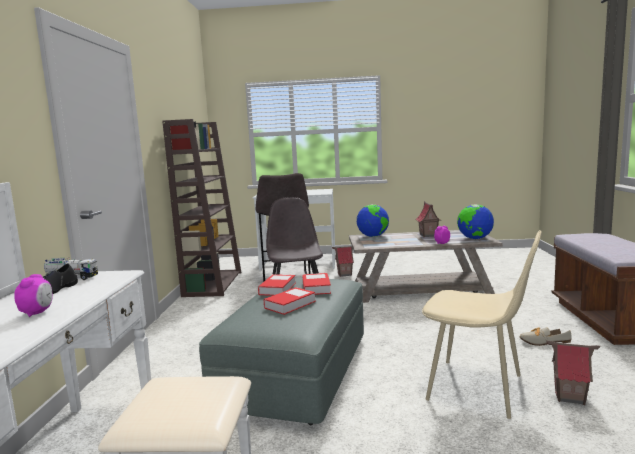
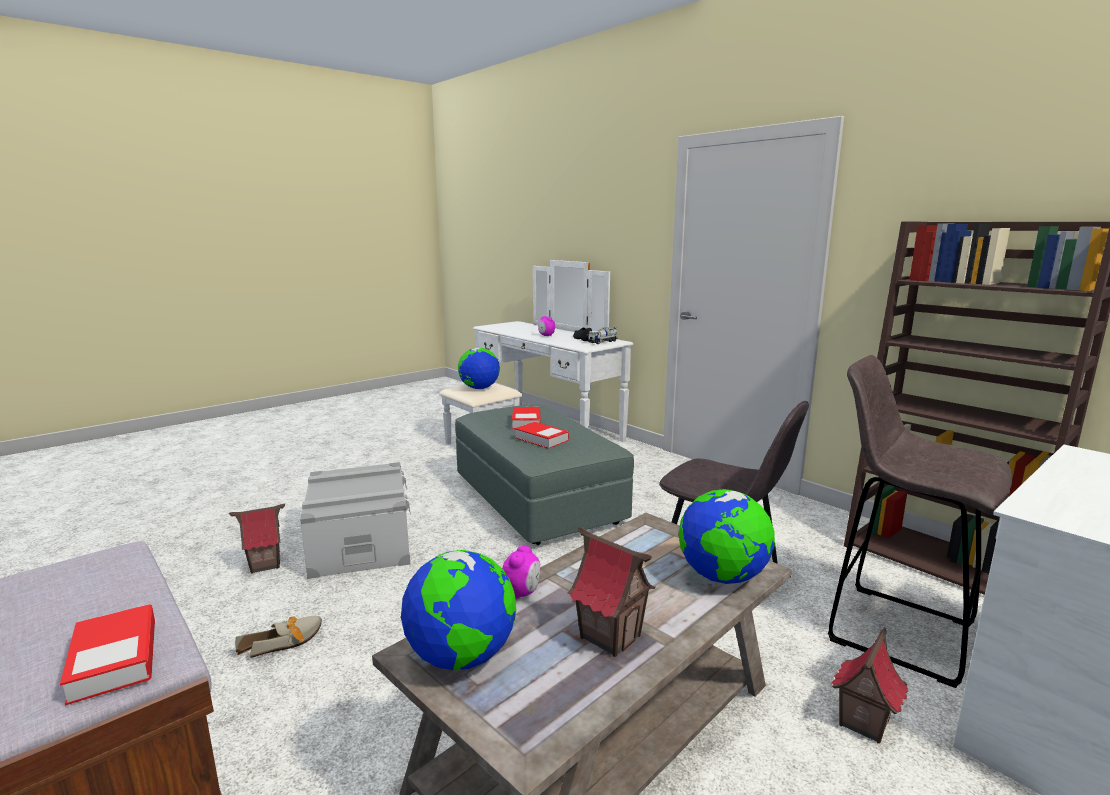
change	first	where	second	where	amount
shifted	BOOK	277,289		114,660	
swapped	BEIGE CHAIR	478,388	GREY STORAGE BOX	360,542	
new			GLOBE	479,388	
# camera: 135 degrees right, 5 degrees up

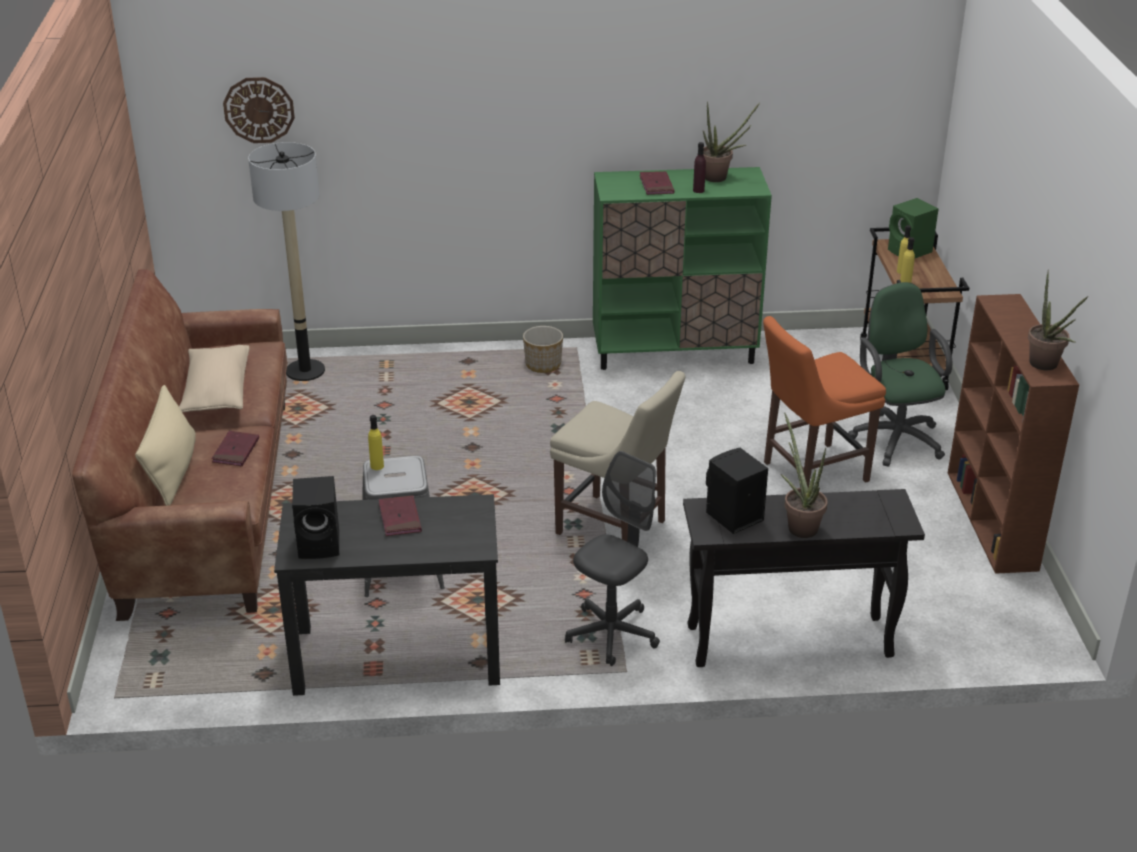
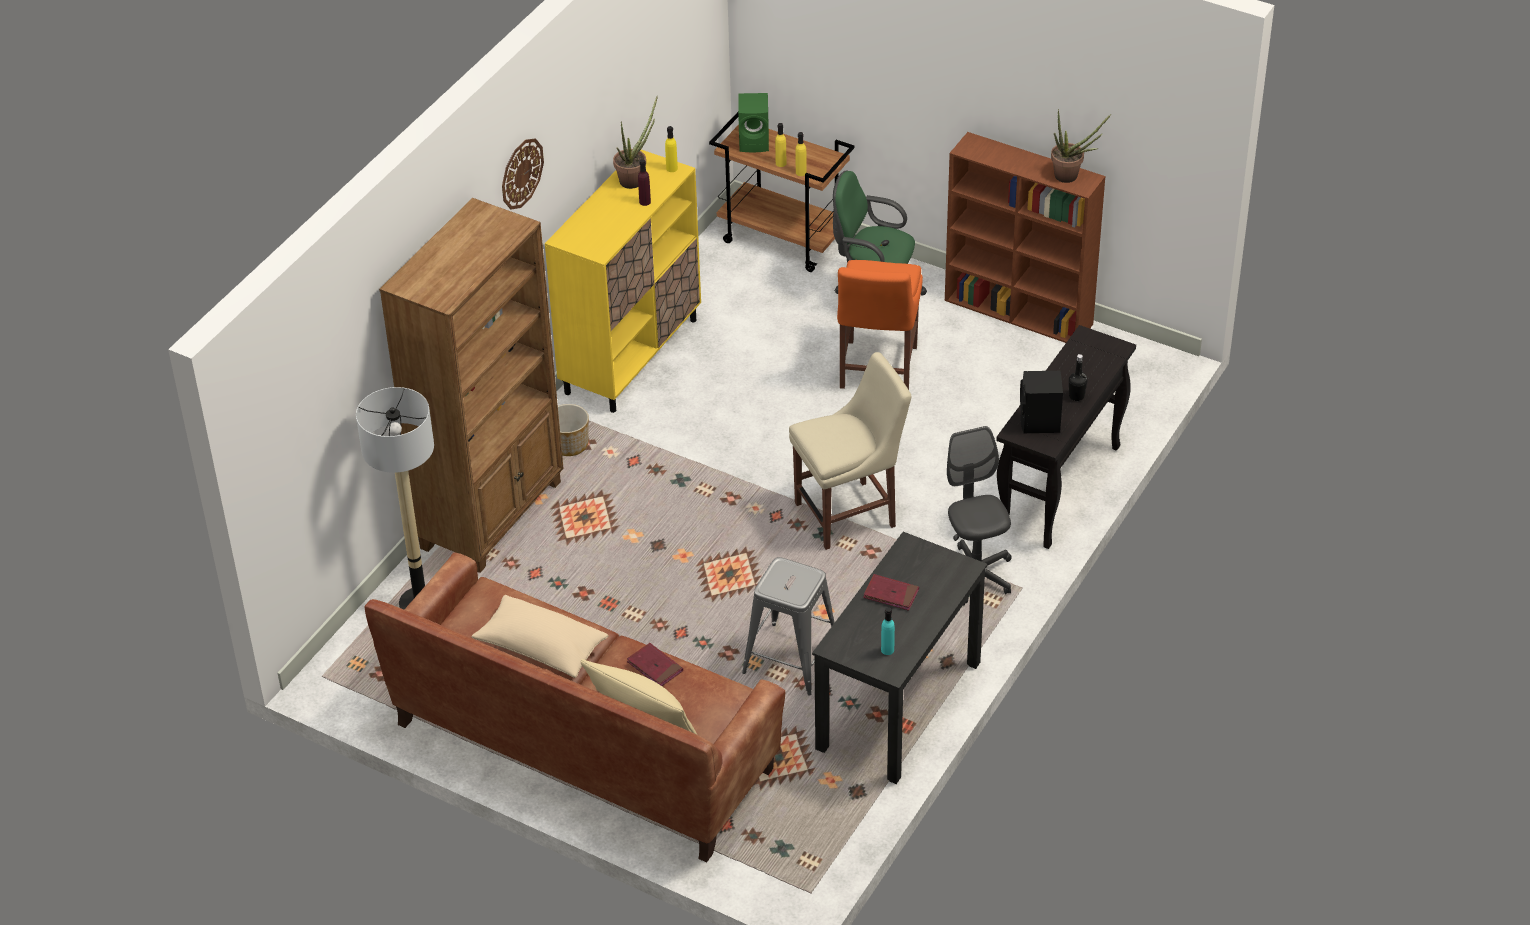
change	first	where	second	where	amount
shifted	WALL CLOCK	259,110		521,173	
swapped	BLACK SPEAKER	321,544	TURQUOISE BOTTLE	887,650	
shifted	YELLOW BOTTLE	377,466		672,168	
repainted	GREEN CABINET	675,352	YELLOW CABINET	631,355	
gone	RED BOOK	656,185			
swapped	POTTED PLANT	799,525	BLACK BOTTLE	1076,396	
new			BROWN BOOKCASE	493,515	
# camera: 55 degrees left, 10 degrees up

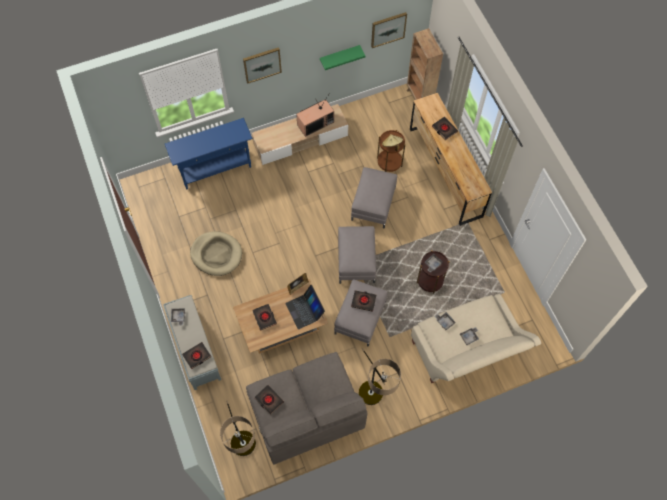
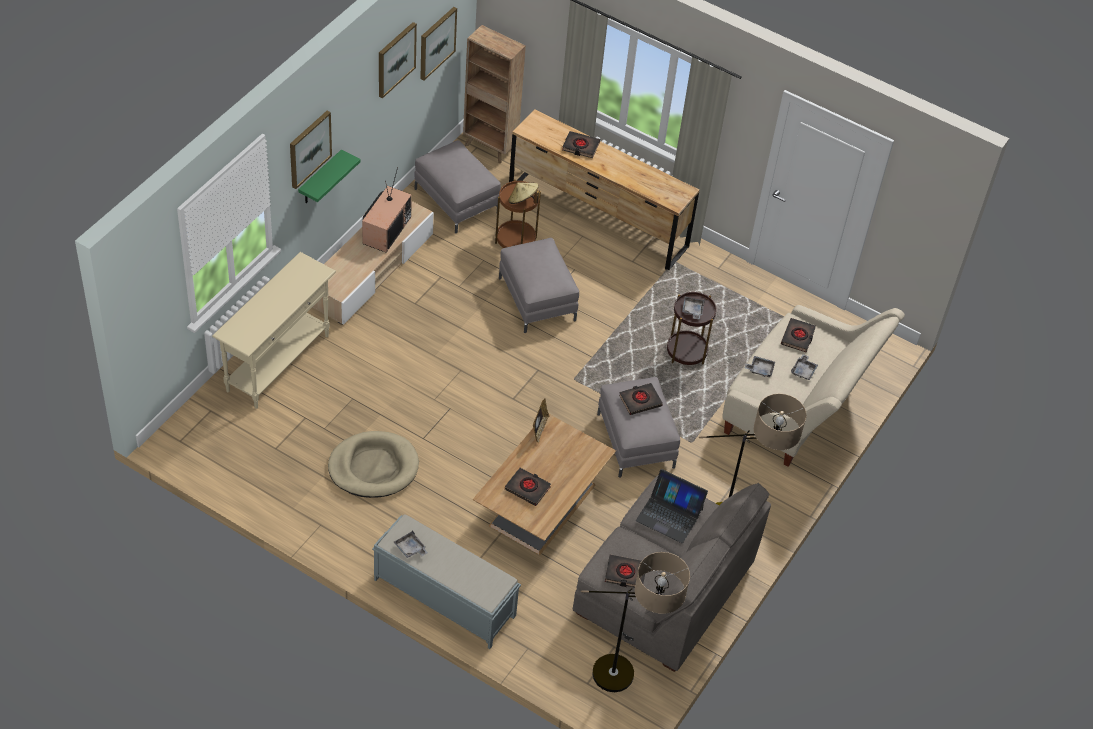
change	first	where	second	where	amount
repainted	BLUE CONSOLE TABLE	215,169	BEIGE CONSOLE TABLE	278,363	
shifted	BLACK BOOK	197,356		798,337	
shifted	LAPTOP	305,310		669,514	
shifted	GREEN SHELF	339,56		320,178	
shifted	GREY OTTOMAN	356,260		456,201	
new			PICTURE	395,59	
# camera: 40 degrees left, 15 degrees down

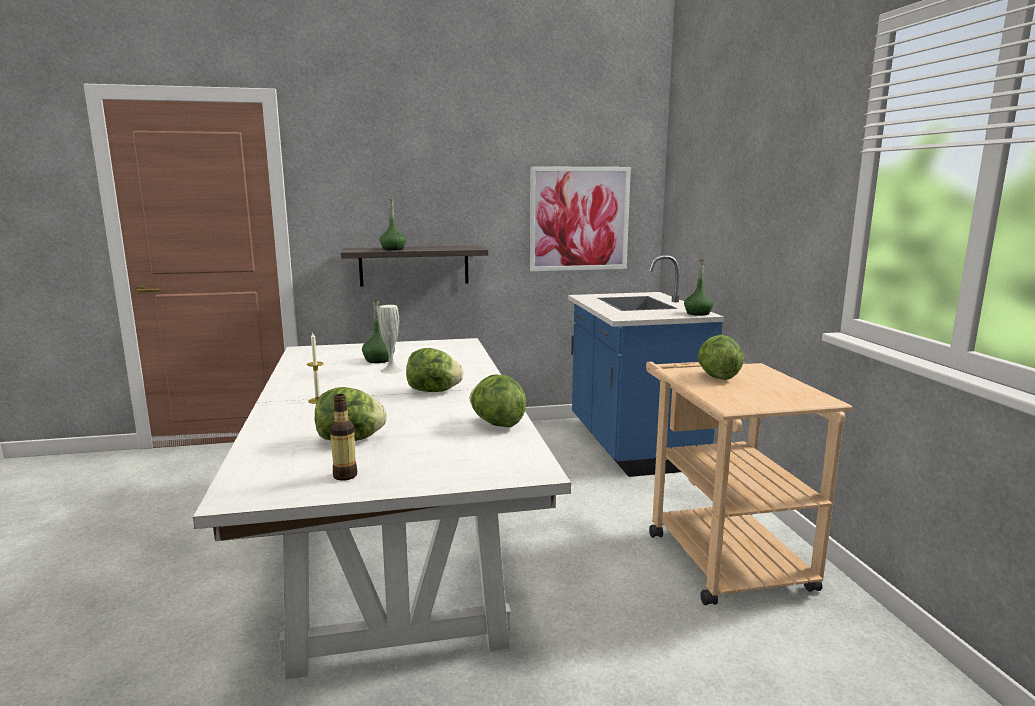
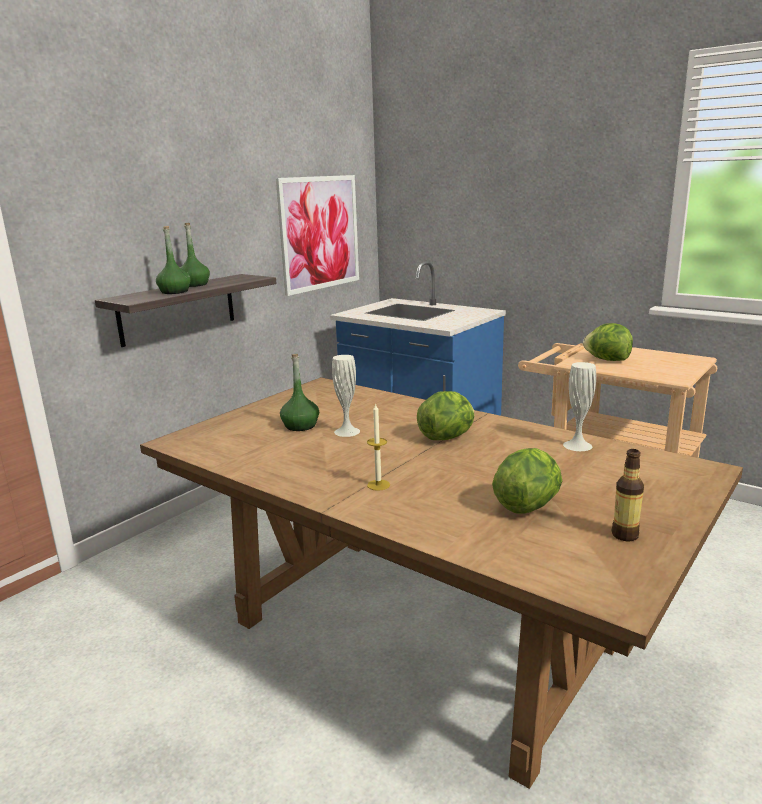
change	first	where	second	where	amount
repainted	WHITE DINING TABLE	396,563	BROWN DINING TABLE	423,634	
swapped	LETTUCE	496,424	WHITE VASE	577,445	
shifted	GREEN BOTTLE	697,313		194,285	
# camera: 40 degrees left, 5 degrees up

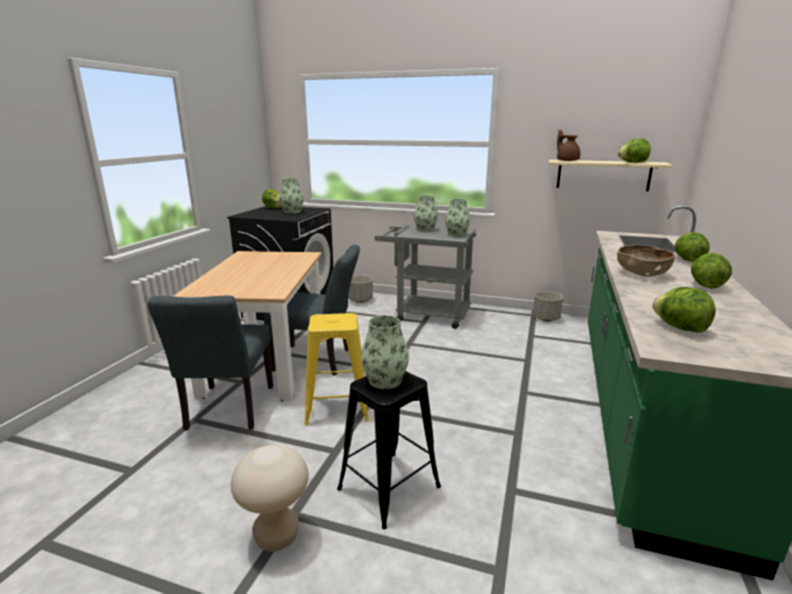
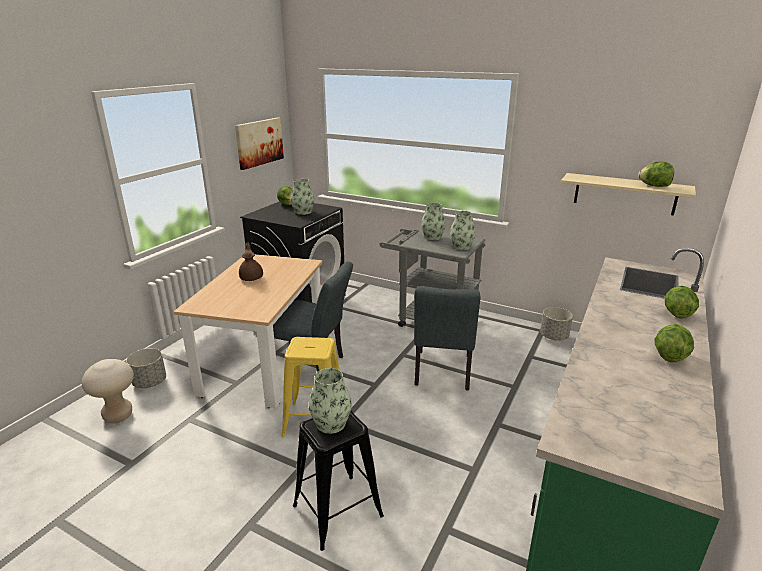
change	first	where	second	where	amount
shifted	GREY CHAIR	228,411		442,373	
shifted	BEIGE STOOL	276,536		118,416	
shifted	GREY PLANTER	360,301		149,382	
shifted	BROWN TEAPOT	567,160		252,277	
gone	BROWN BOWL	642,274			
gone	LETTUCE	679,328			
new			PICTURE	259,142	
# camera: 10 degrees right, 5 degrees up

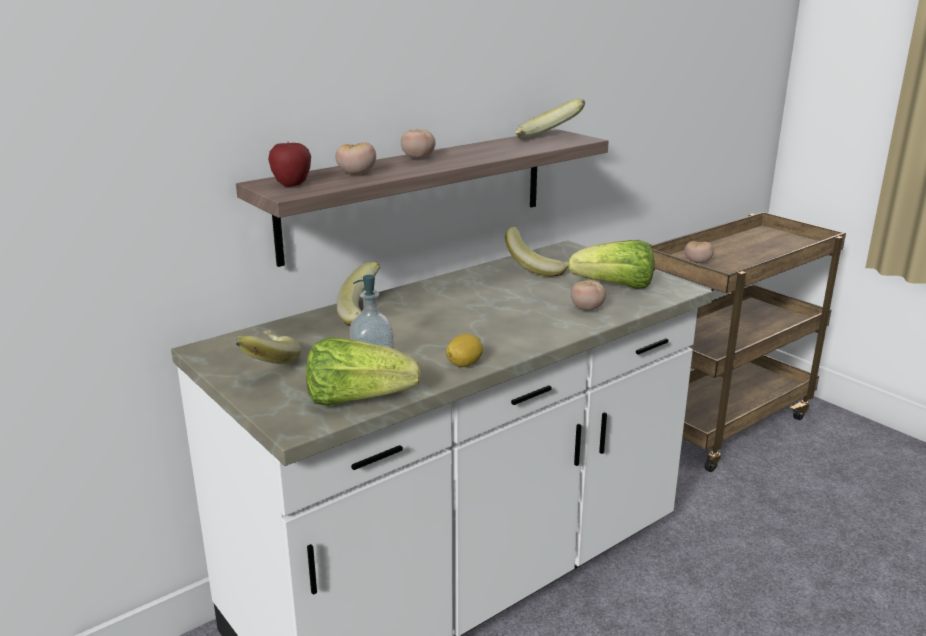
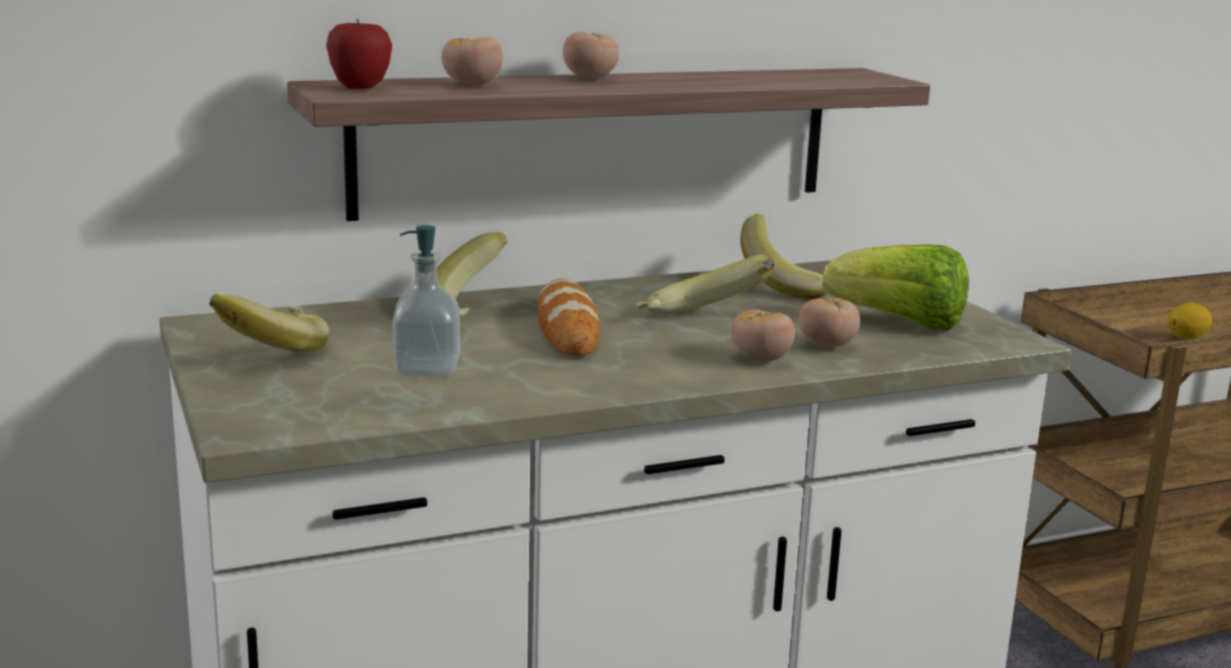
change	first	where	second	where	amount
gone	LETTUCE	357,399			
shifted	LEMON	464,364		1186,338	
shifted	BANANA	547,140		700,321	
shifted	TOMATO	697,262		761,360	
new			BREAD	567,328	
# camera: 15 degrees right, 5 degrees down

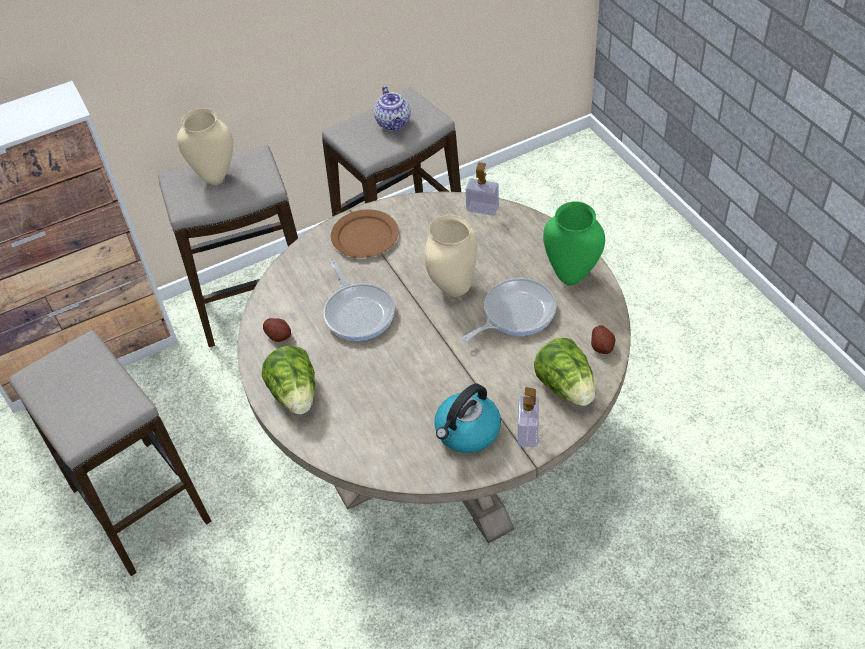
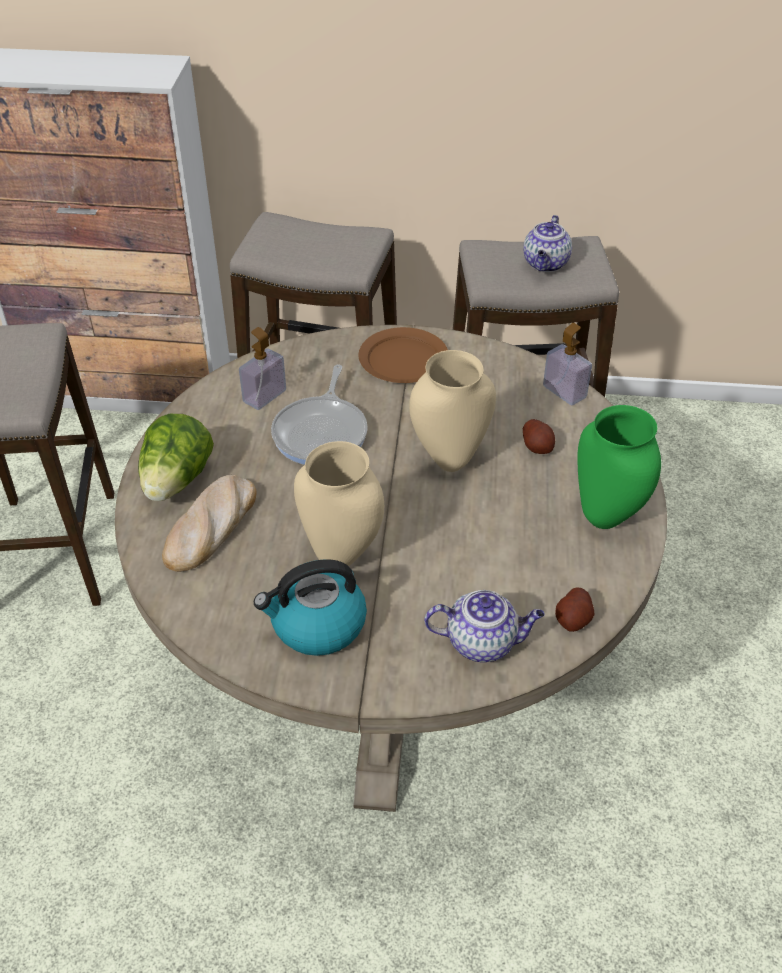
change	first	where	second	where	amount
shifted	BEIGE VASE	215,179		340,557	
shifted	POTATO	279,335		537,447	
gone	FRYING PAN	515,313			
shifted	SOAP DISPENSER	527,432		264,396	
swapped	LETTUCE	566,387	TEAPOT	483,642	
new			BREAD	210,527	
# camera: 30 degrees right, 5 degrees down

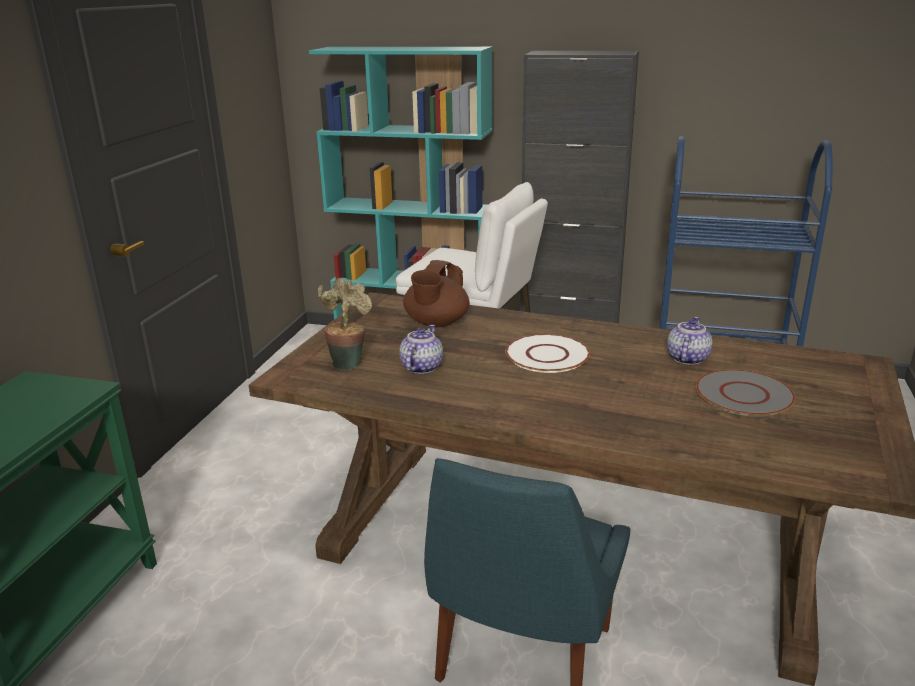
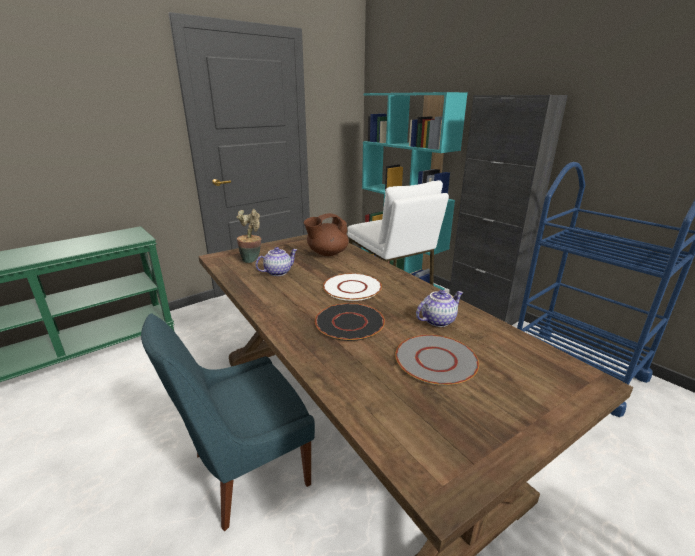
change	first	where	second	where	amount
new			BLACK PLATE	350,323	
# camera: 35 degrees right, 0 degrees up

